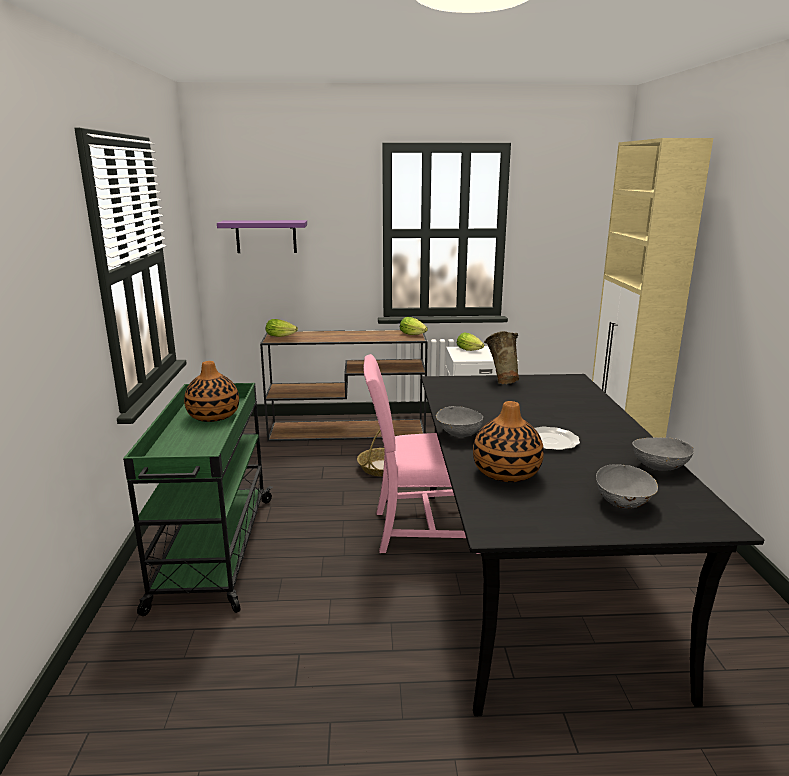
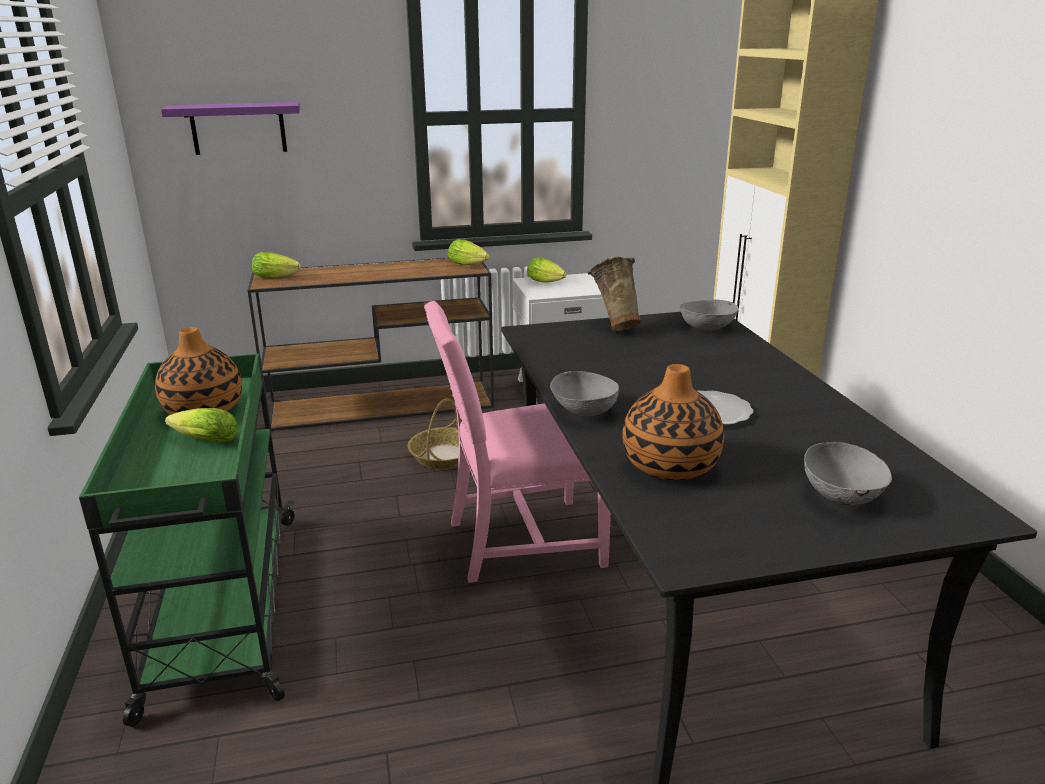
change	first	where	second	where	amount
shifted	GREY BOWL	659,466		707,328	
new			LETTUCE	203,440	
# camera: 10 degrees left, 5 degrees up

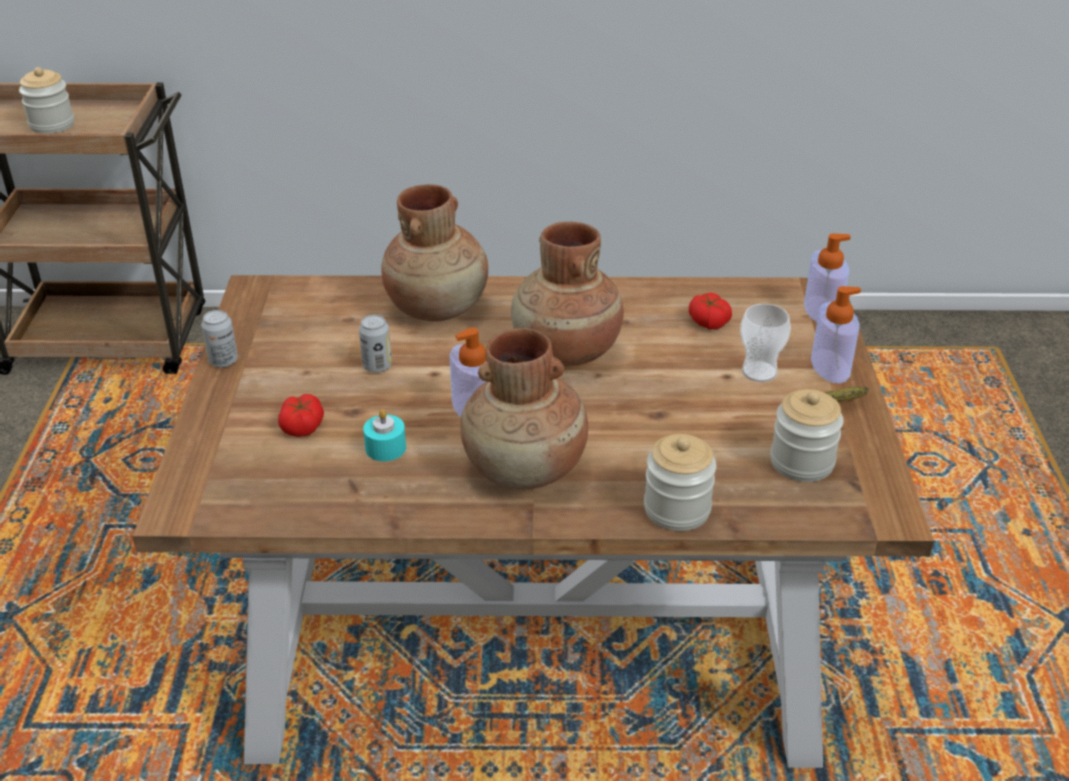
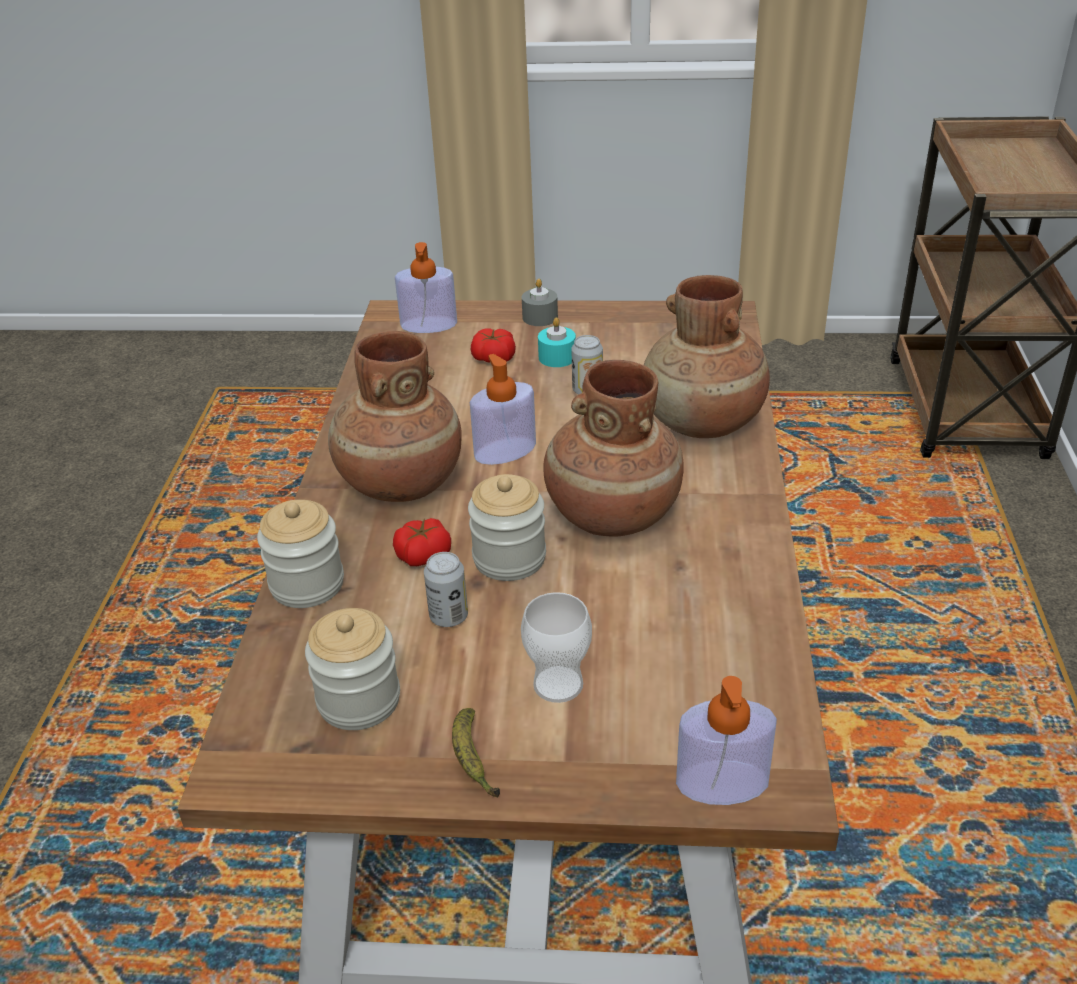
change	first	where	second	where	amount
shifted	JAR	52,125		509,558	
shifted	CAN	223,361		449,617	
shifted	TURQUOISE CANDLE	385,448		557,357	
shifted	TOMATO	708,321		423,554	
shifted	SOAP DISPENSER	830,366		429,325	
new			GREY CANDLE	540,317	
# camera: 95 degrees right, 0 degrees up

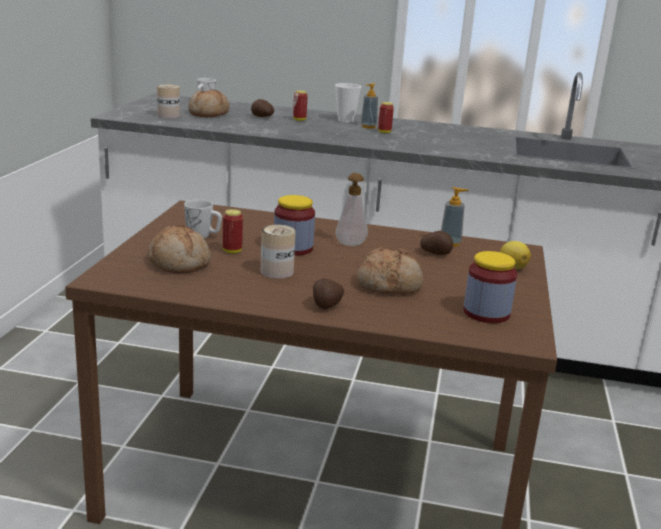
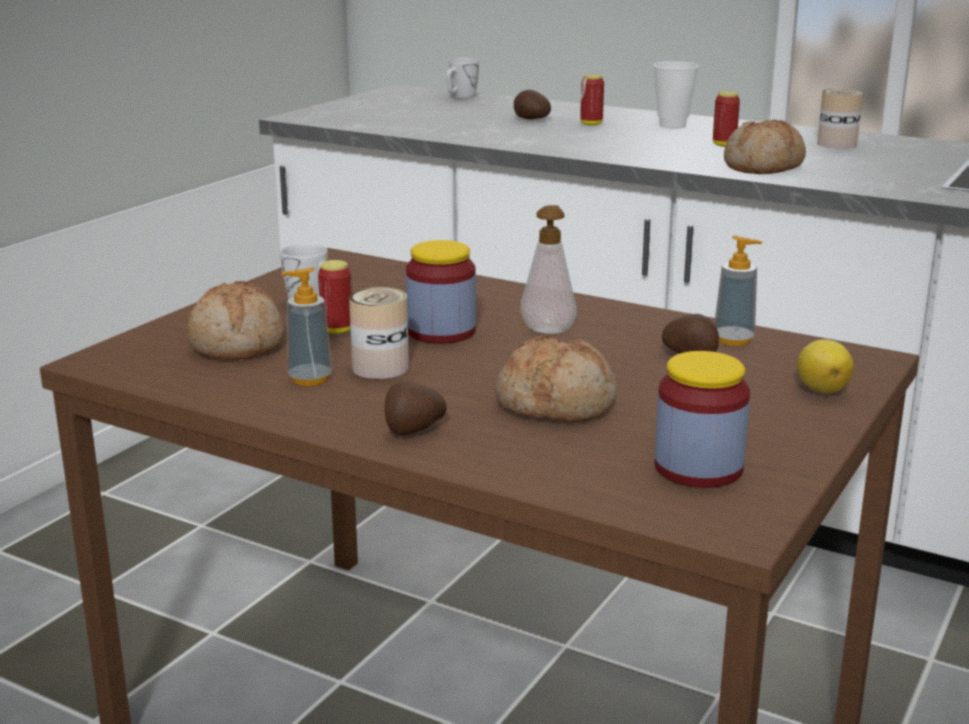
change	first	where	second	where	amount
shifted	CAN	168,115		836,144	
shifted	BREAD	209,114		764,167	
shifted	SOAP DISPENSER	368,127		310,379	
# camera: 20 degrees right, 0 degrees up

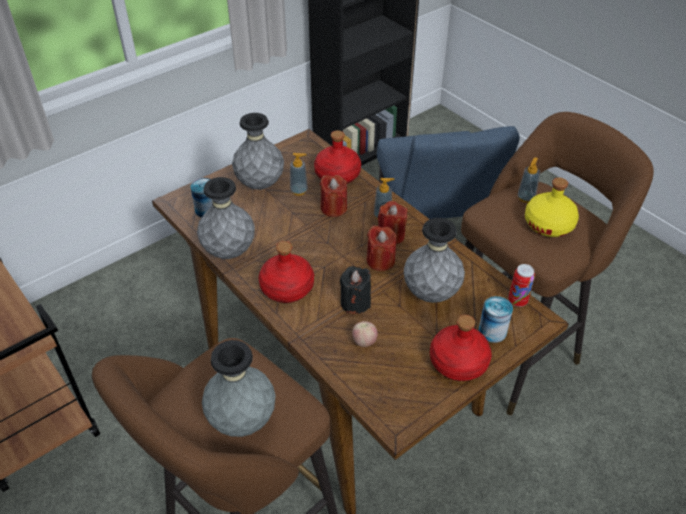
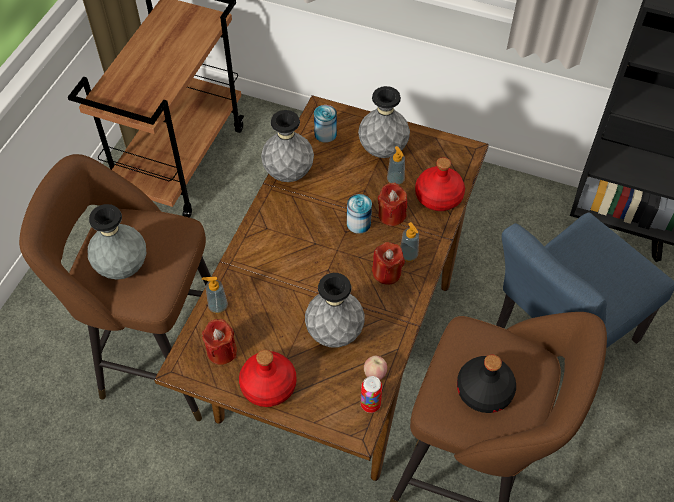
change	first	where	second	where	amount
gone	RED BOTTLE	287,288			
gone	BLACK CANDLE	355,302			
shifted	APPLE	364,342		375,374	
shifted	RED CANDLE	380,261		221,351	
shifted	CAN	492,331		358,223	
shifted	SOAP DISPENSER	525,198		218,306	
repainted	YELLOW BOTTLE	549,224	BLACK BOTTLE	485,391	
# camera: 60 degrees right, 10 degrees up

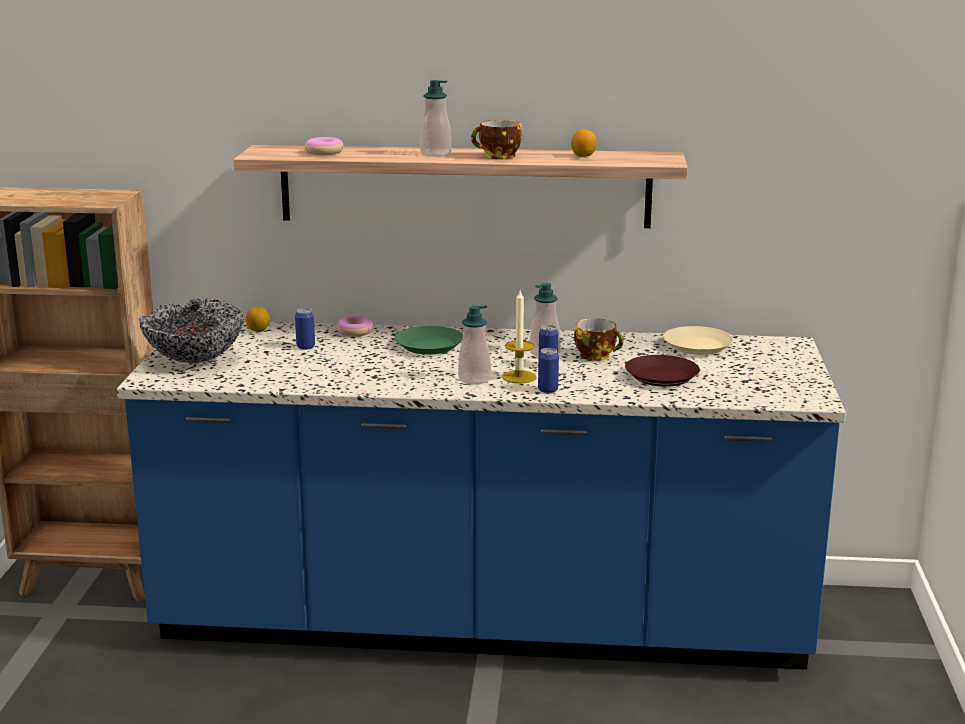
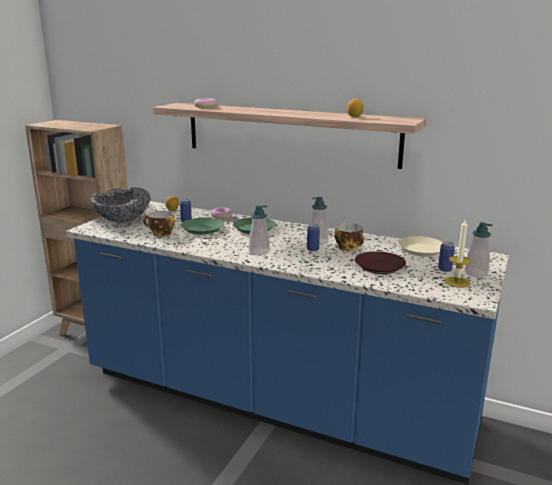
change	first	where	second	where	amount
shifted	SOAP DISPENSER	435,154		476,273	
shifted	CUP	498,157		160,233	
shifted	CANDLE	519,377		457,282	
shifted	CAN	548,390		444,269	
new			GREEN PLATE	202,229	
# camera: 20 degrees right, 0 degrees up

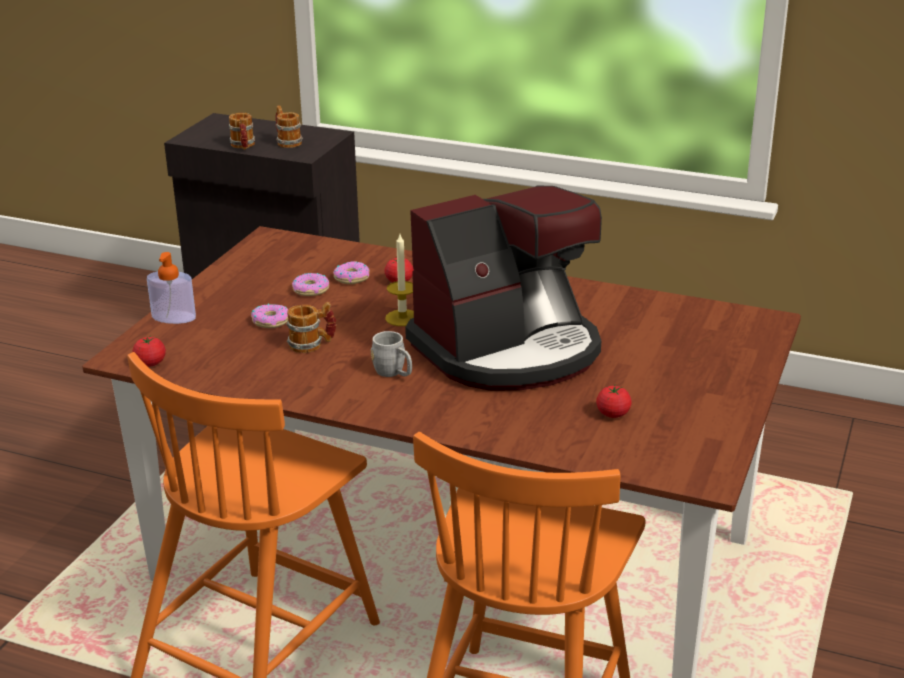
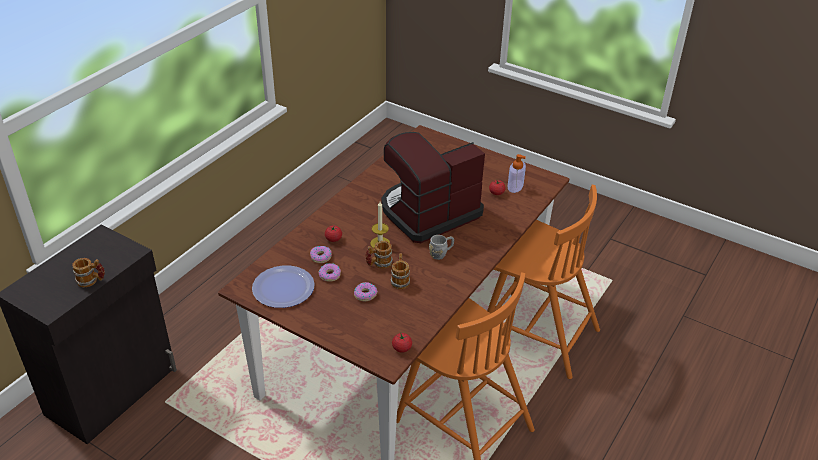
change	first	where	second	where	amount
shifted	SOAP DISPENSER	174,317		515,186	
shifted	MUG	287,142		379,264	
rotated	COFFEE MACHINE	509,350		428,212	105 degrees counterclockwise
new			PLATE	283,288	
# camera: 80 degrees left, 10 degrees up

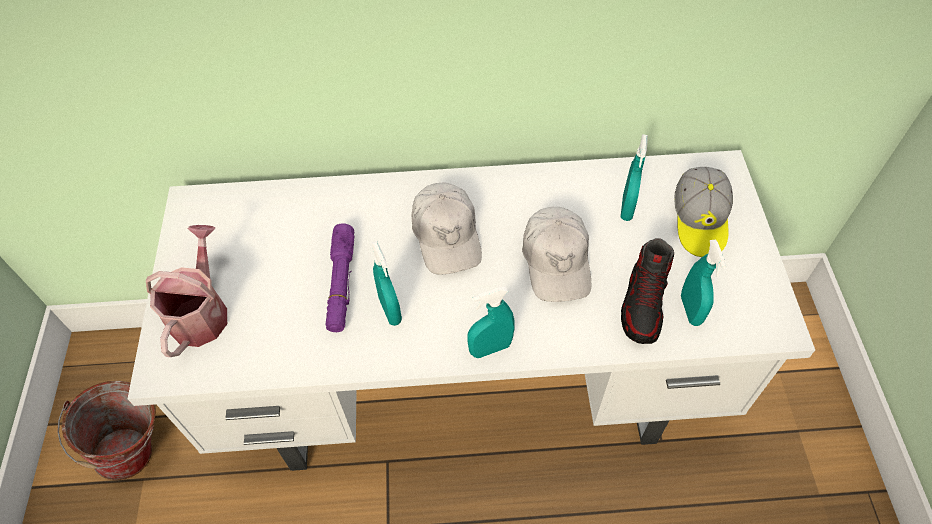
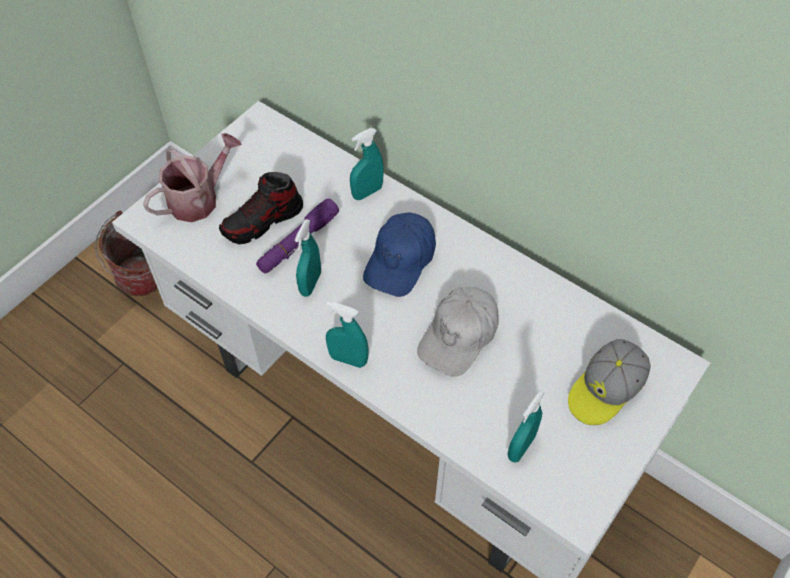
change	first	where	second	where	amount
repainted	WHITE CAP	447,235	BLUE CAP	401,260	
shifted	TURQUOISE SPRAY BOTTLE	627,208		367,192	
shifted	SHOE	644,303		263,221	
# camera: 40 degrees right, 0 degrees up

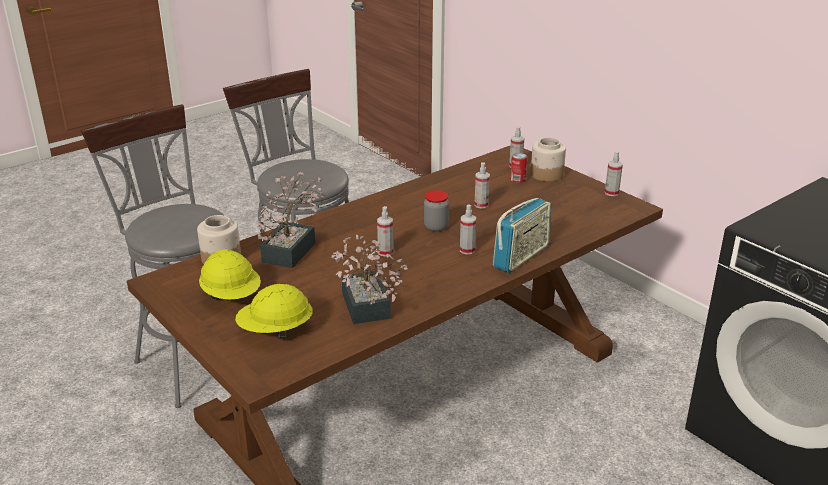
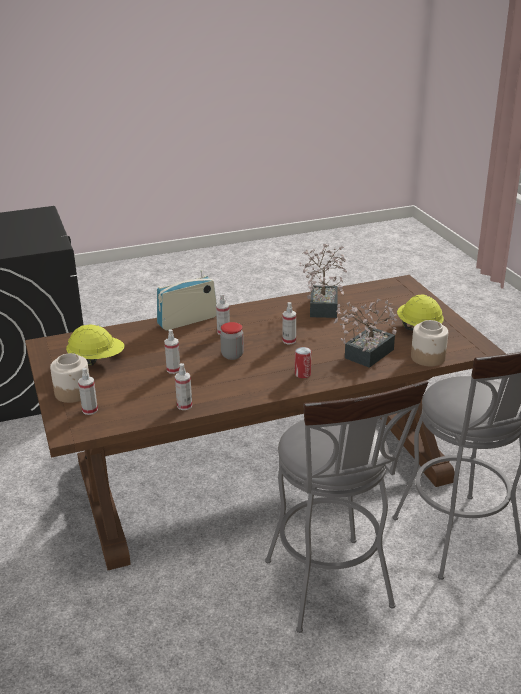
change	first	where	second	where	amount
shifted	YELLOW HARD HAT	275,331		97,360	
shifted	CAN	518,179		302,374	
shifted	SPRAY BOTTLE	611,193		184,406	
# camera: 160 degrees left, 0 degrees up

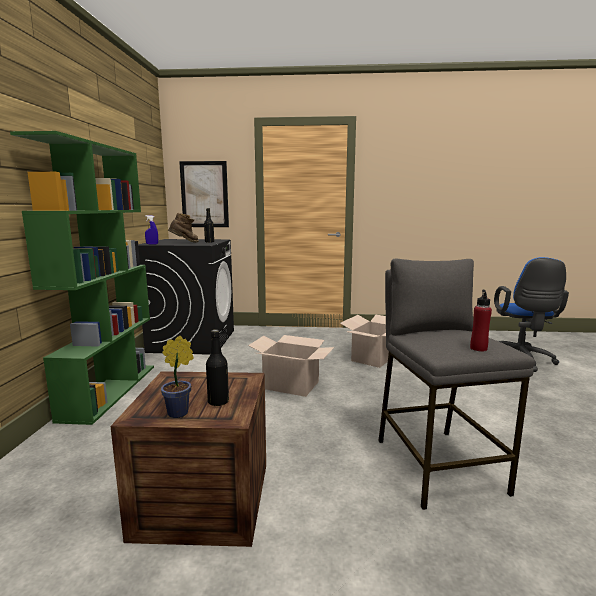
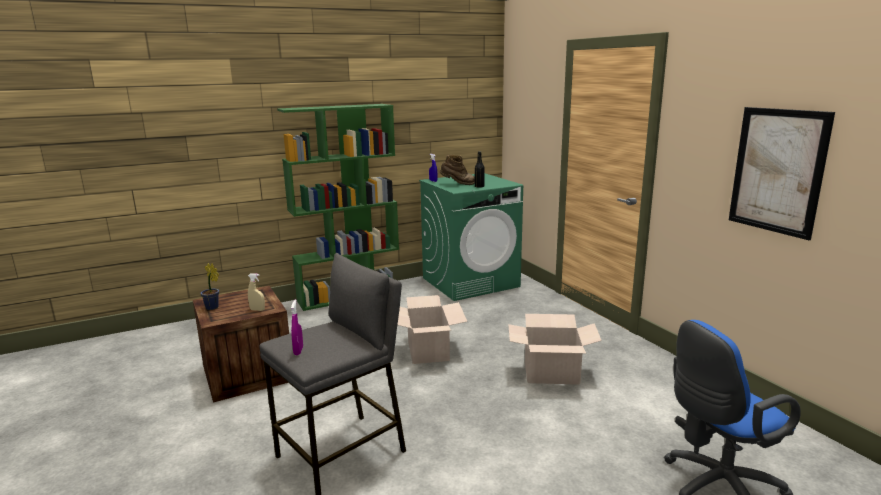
change	first	where	second	where	amount
repainted	BLACK WASHING MACHINE	192,341	GREEN WASHING MACHINE	471,282	
shifted	PICTURE	204,194		777,171	
gone	BLACK BOTTLE	218,402			
swapped	RED BOTTLE	478,348	PURPLE SPRAY BOTTLE	298,351	
new			BEIGE SPRAY BOTTLE	257,310	
# camera: 60 degrees right, 5 degrees up

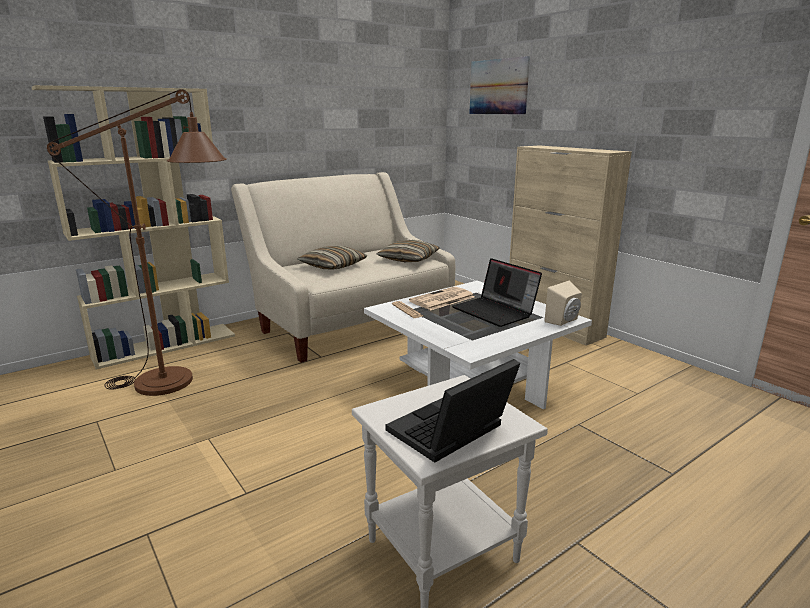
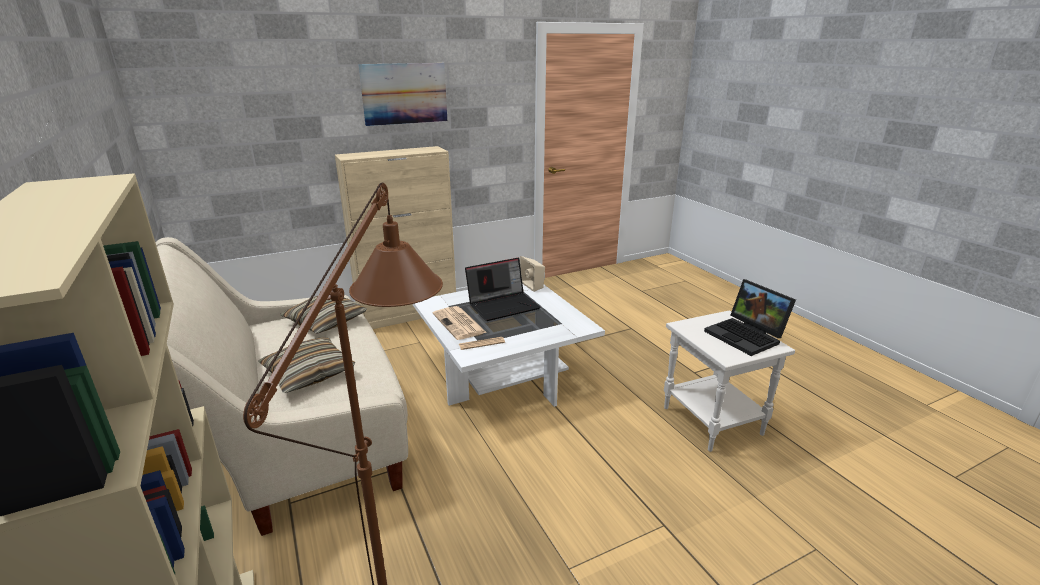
change	first	where	second	where	amount
shifted	PICTURE	498,87		404,93	
# camera: 80 degrees left, 5 degrees up

